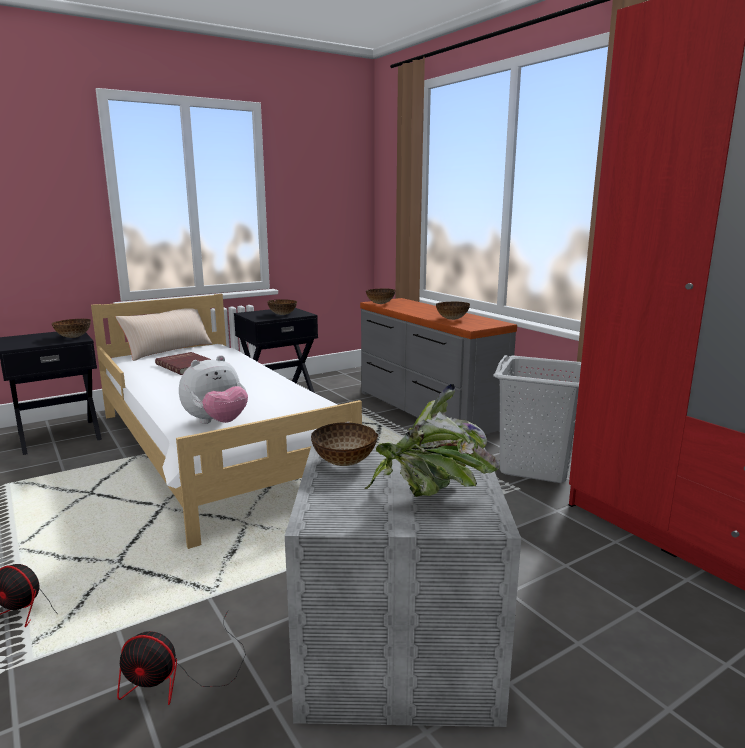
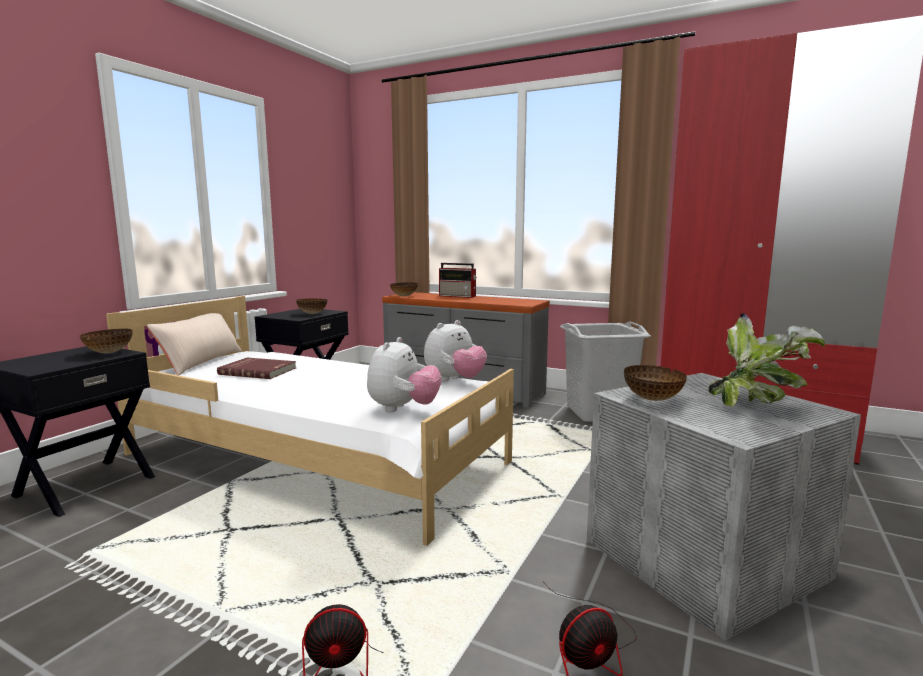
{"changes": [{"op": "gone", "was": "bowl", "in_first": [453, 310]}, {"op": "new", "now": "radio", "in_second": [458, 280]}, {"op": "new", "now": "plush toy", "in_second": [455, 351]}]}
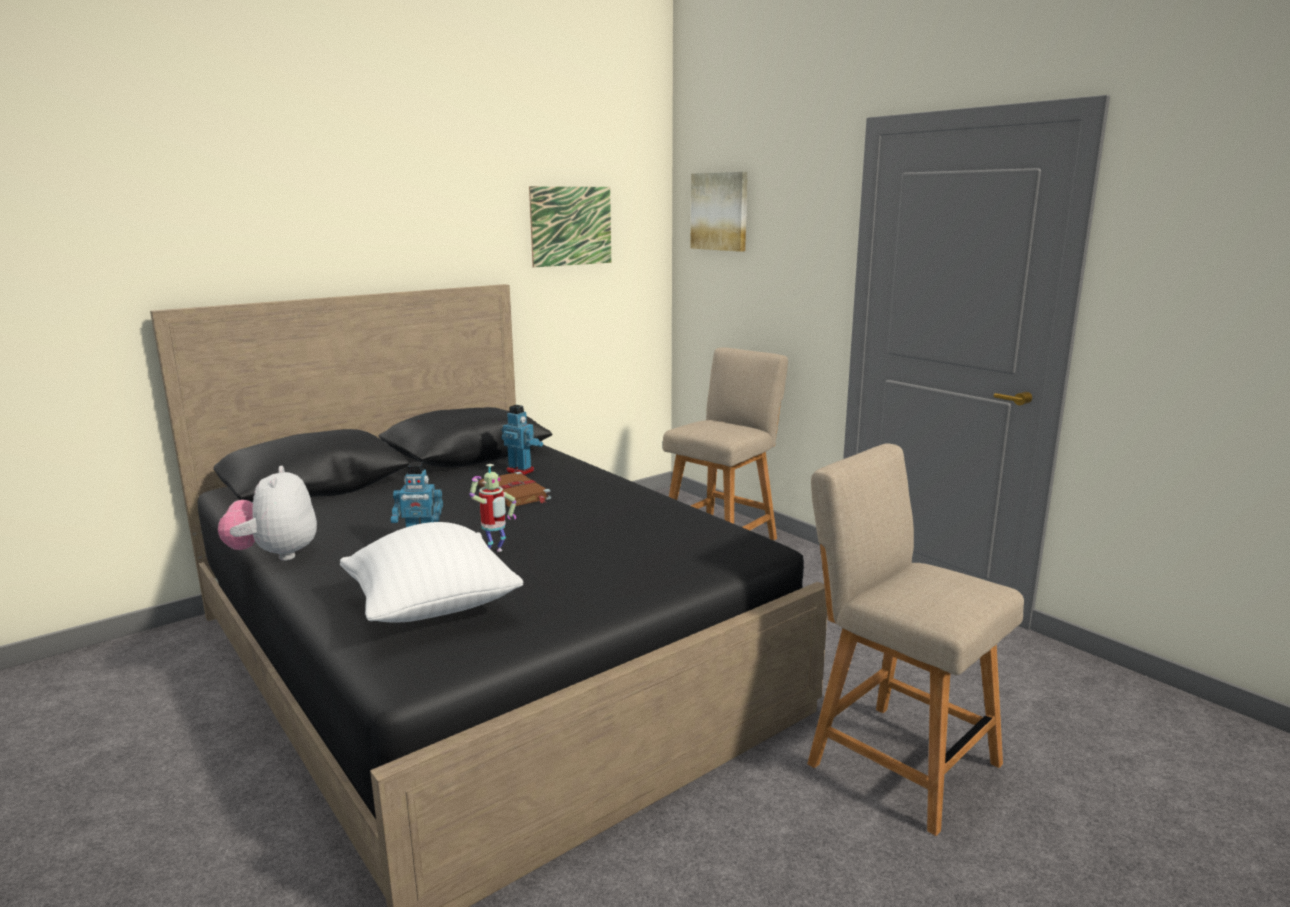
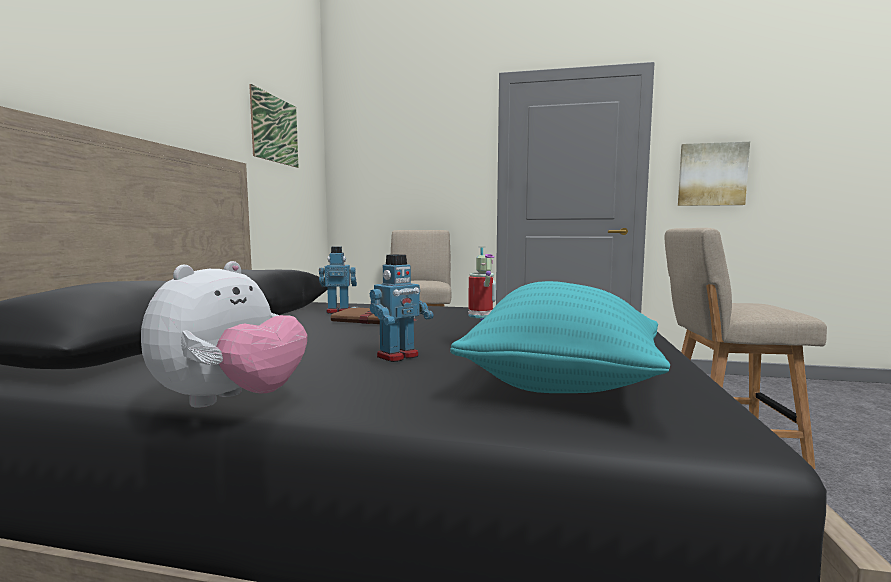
{"changes": [{"op": "shifted", "was": "picture", "in_first": [719, 212], "in_second": [714, 174]}, {"op": "rotated", "was": "plush toy", "in_first": [267, 513], "in_second": [224, 334], "clockwise": -105}, {"op": "repainted", "was": "white pillow", "now": "turquoise pillow", "in_first": [432, 572], "in_second": [560, 337]}]}
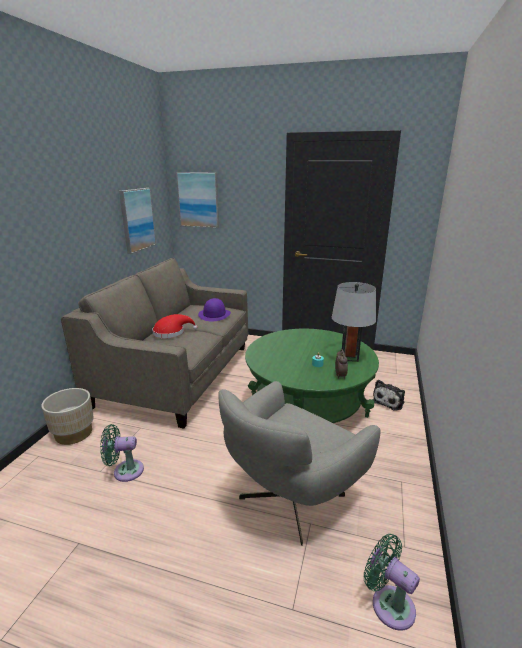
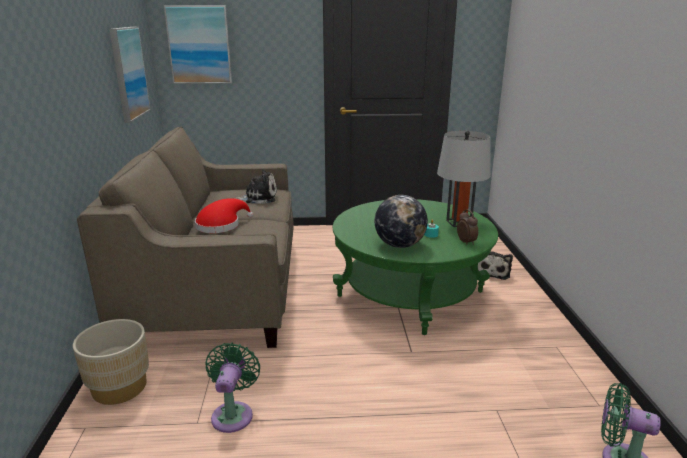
{"changes": [{"op": "swapped", "was": "purple hat", "now": "plush toy", "in_first": [214, 309], "in_second": [255, 187]}, {"op": "gone", "was": "grey armchair", "in_first": [299, 463]}, {"op": "rotated", "was": "green fan", "in_first": [122, 453], "in_second": [233, 387], "clockwise": 120}, {"op": "new", "now": "globe", "in_second": [401, 221]}]}
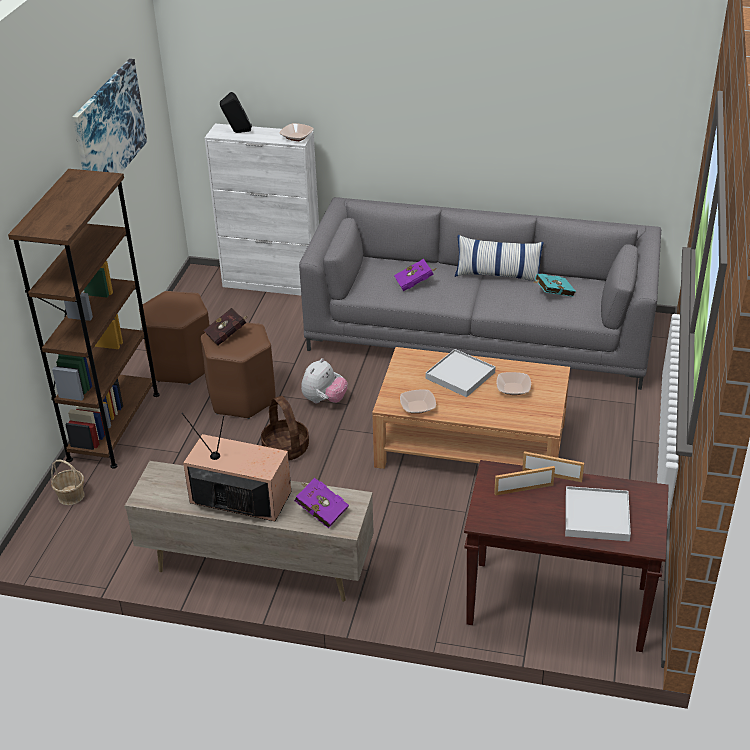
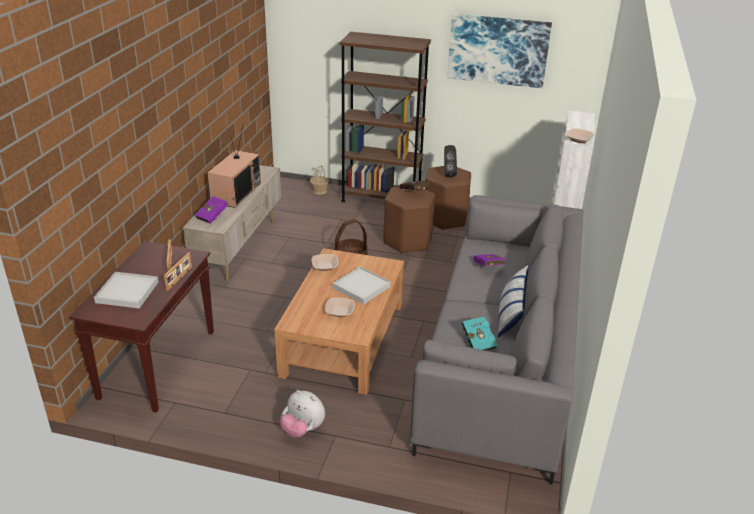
{"changes": [{"op": "shifted", "was": "black speaker", "in_first": [236, 112], "in_second": [450, 161]}, {"op": "shifted", "was": "plush toy", "in_first": [324, 380], "in_second": [302, 414]}]}
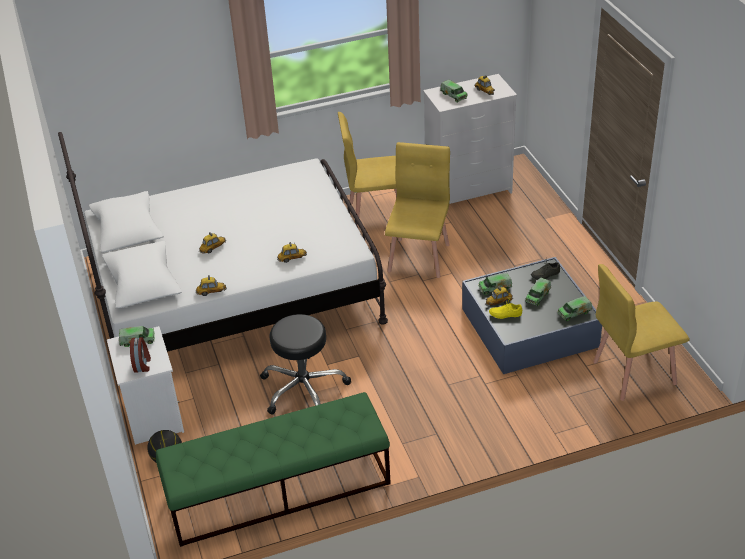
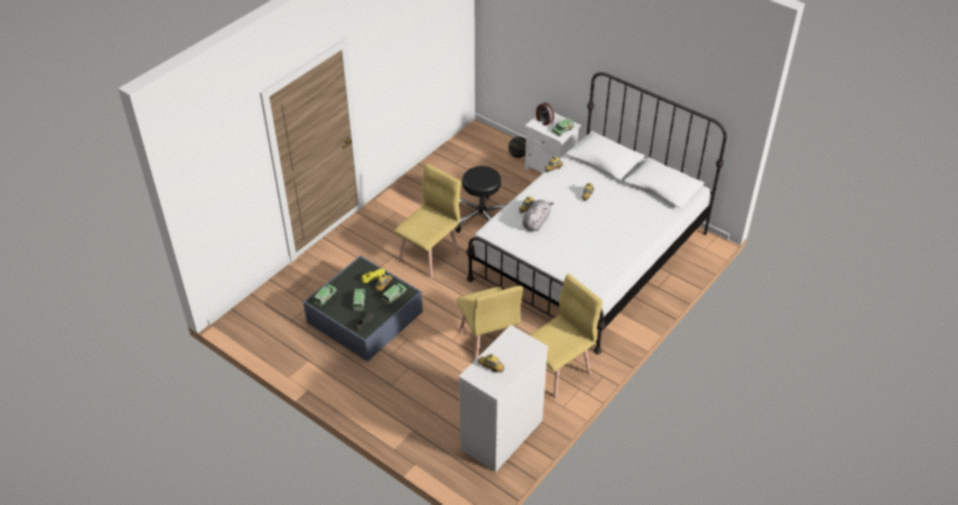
{"changes": [{"op": "gone", "was": "toy truck", "in_first": [454, 91]}, {"op": "shifted", "was": "yellow chair", "in_first": [641, 332], "in_second": [427, 221]}, {"op": "gone", "was": "green bench", "in_first": [273, 469]}, {"op": "new", "now": "grey plush toy", "in_second": [538, 215]}]}
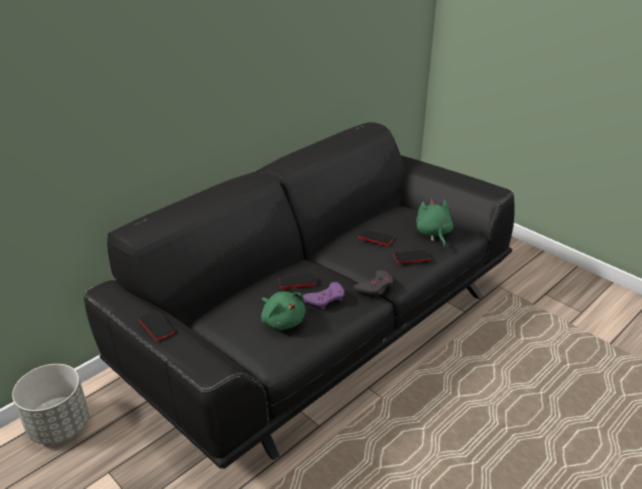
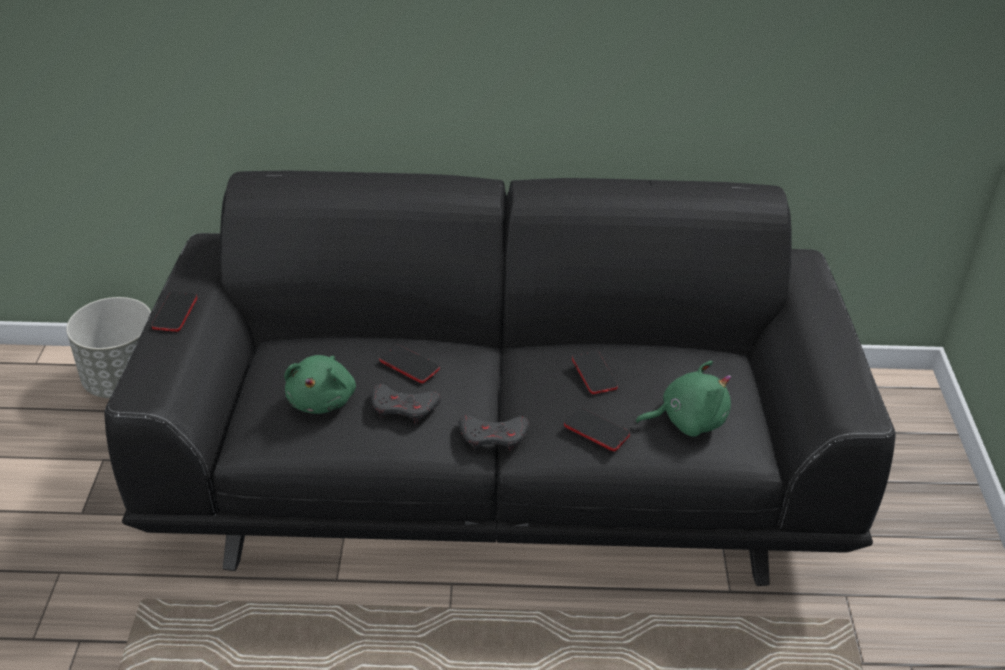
{"changes": [{"op": "rotated", "was": "green plush toy", "in_first": [434, 223], "in_second": [683, 399], "clockwise": 45}, {"op": "repainted", "was": "purple game controller", "now": "grey game controller", "in_first": [324, 296], "in_second": [406, 404]}]}
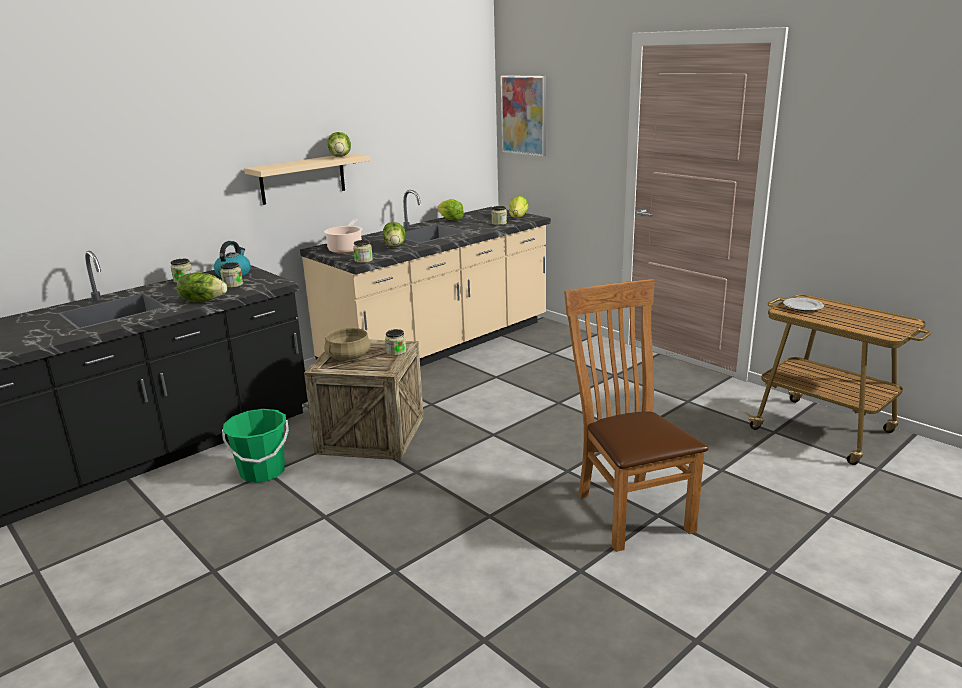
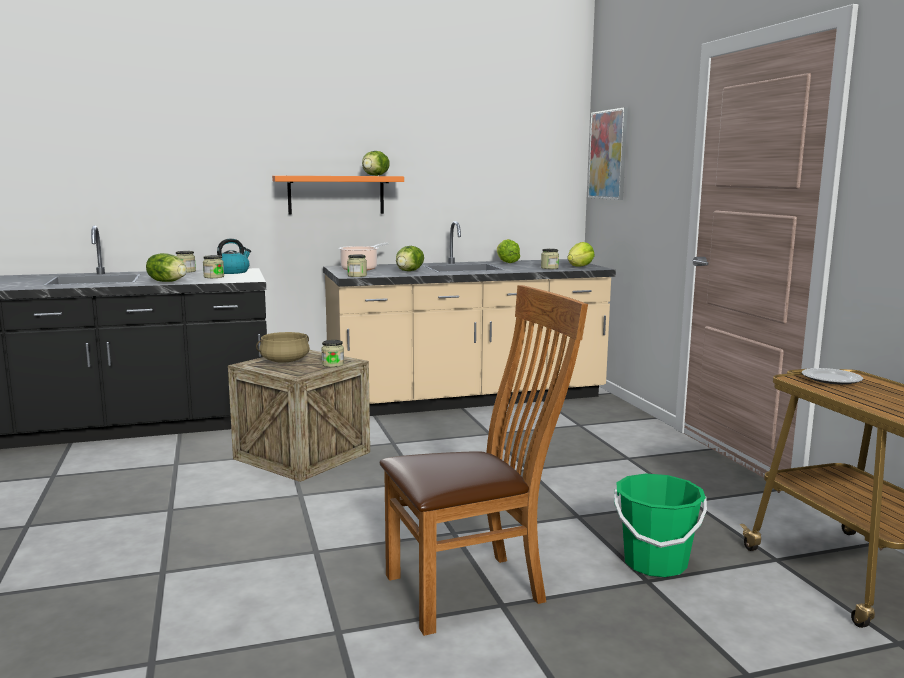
{"changes": [{"op": "repainted", "was": "beige shelf", "now": "orange shelf", "in_first": [307, 179], "in_second": [338, 195]}, {"op": "rotated", "was": "brown chair", "in_first": [636, 415], "in_second": [484, 460], "clockwise": 60}, {"op": "shifted", "was": "green bucket", "in_first": [255, 446], "in_second": [660, 525]}]}
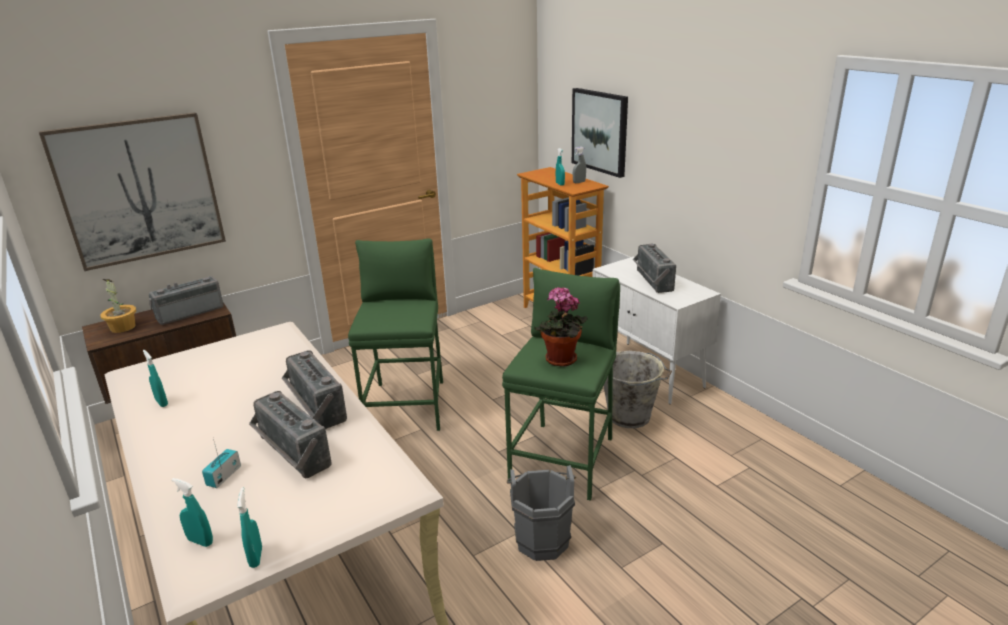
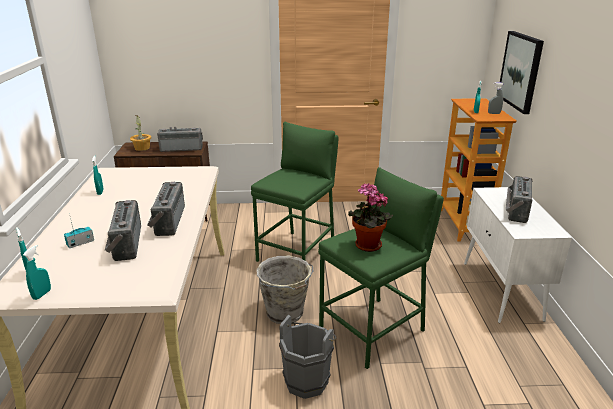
{"changes": [{"op": "gone", "was": "picture", "in_first": [132, 191]}, {"op": "shifted", "was": "grey bucket", "in_first": [638, 389], "in_second": [284, 290]}]}
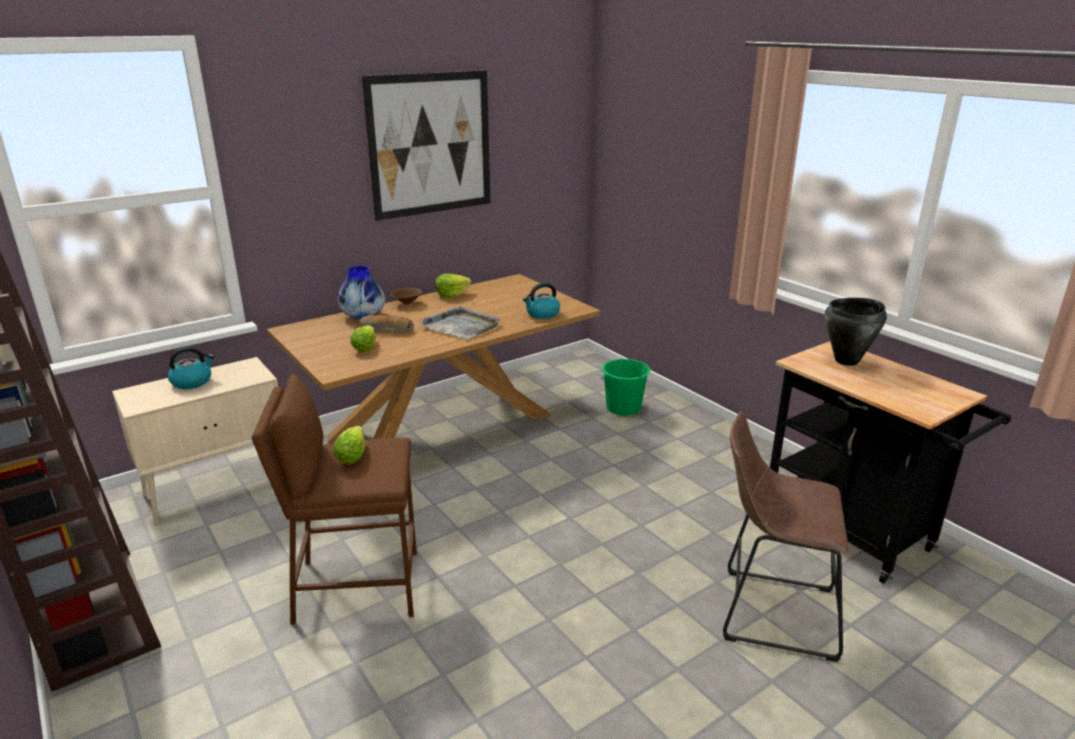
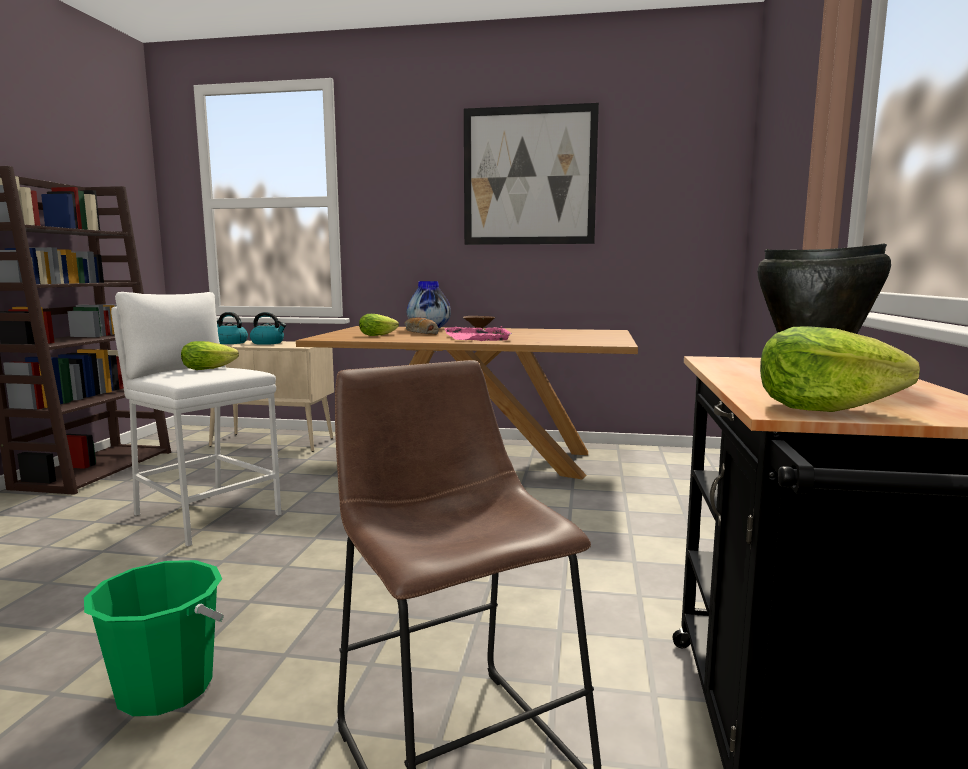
{"changes": [{"op": "shifted", "was": "lettuce", "in_first": [453, 286], "in_second": [840, 369]}, {"op": "shifted", "was": "kettle", "in_first": [541, 301], "in_second": [232, 328]}, {"op": "repainted", "was": "grey tray", "now": "pink tray", "in_first": [459, 322], "in_second": [478, 333]}, {"op": "shifted", "was": "green bucket", "in_first": [625, 387], "in_second": [154, 638]}, {"op": "repainted", "was": "brown stool", "now": "white stool", "in_first": [334, 499], "in_second": [196, 419]}]}
